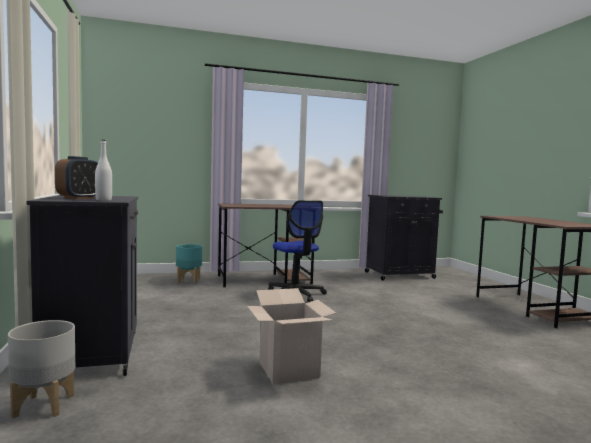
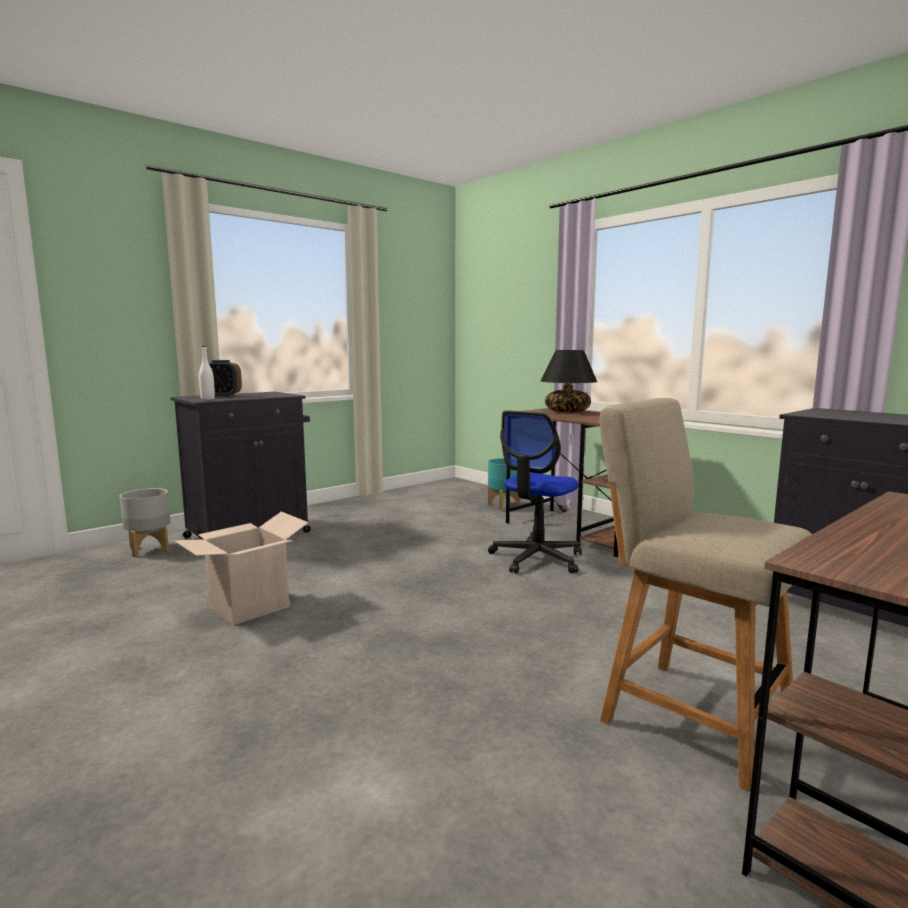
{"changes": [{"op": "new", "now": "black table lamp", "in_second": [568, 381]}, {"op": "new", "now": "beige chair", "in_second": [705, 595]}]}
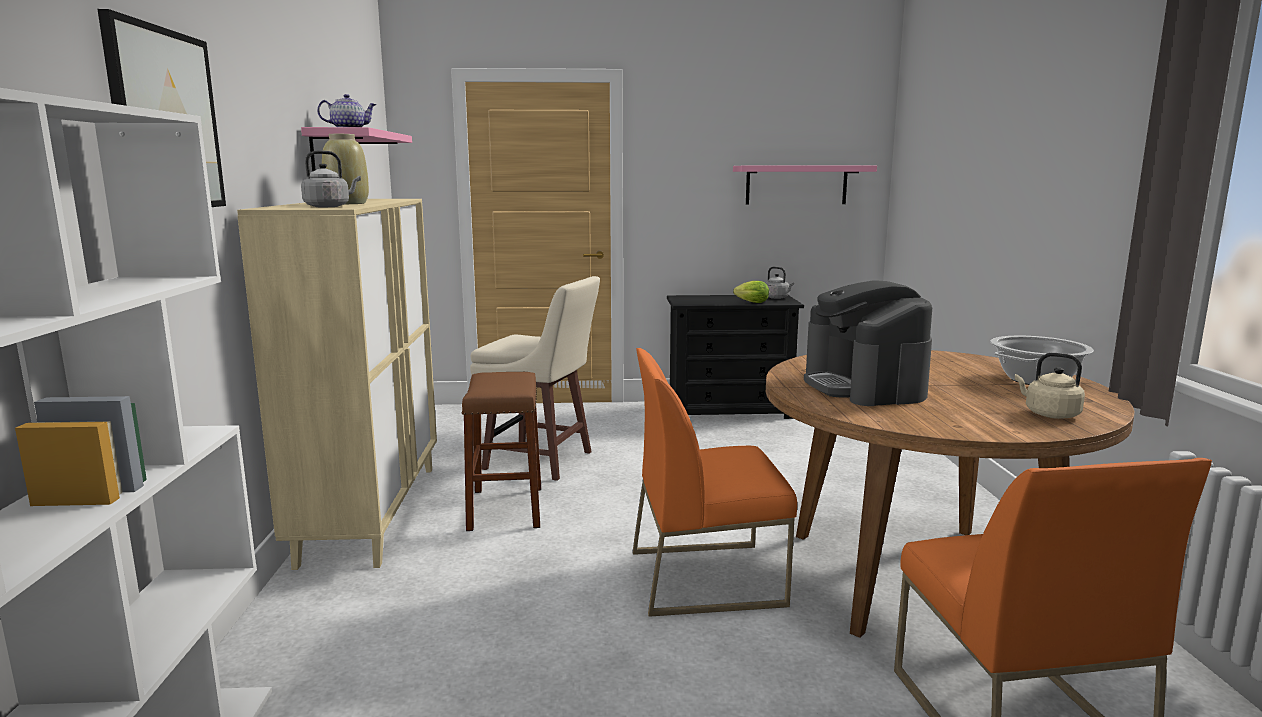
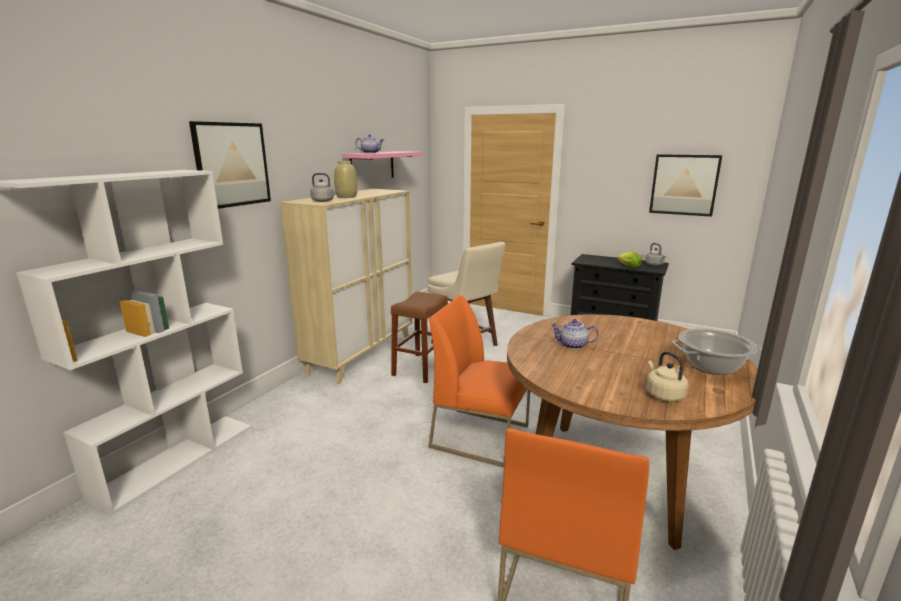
{"changes": [{"op": "swapped", "was": "pink shelf", "now": "picture", "in_first": [805, 185], "in_second": [685, 185]}, {"op": "swapped", "was": "coffee machine", "now": "teapot", "in_first": [868, 343], "in_second": [574, 334]}]}
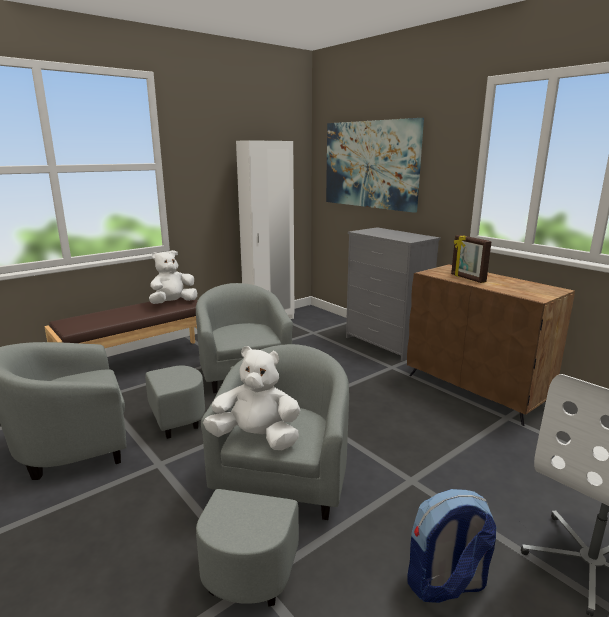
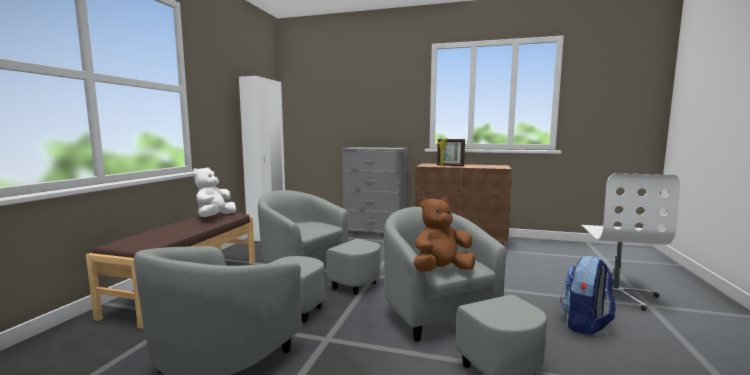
{"changes": [{"op": "gone", "was": "picture", "in_first": [375, 165]}, {"op": "repainted", "was": "white plush toy", "now": "brown plush toy", "in_first": [251, 398], "in_second": [444, 234]}]}
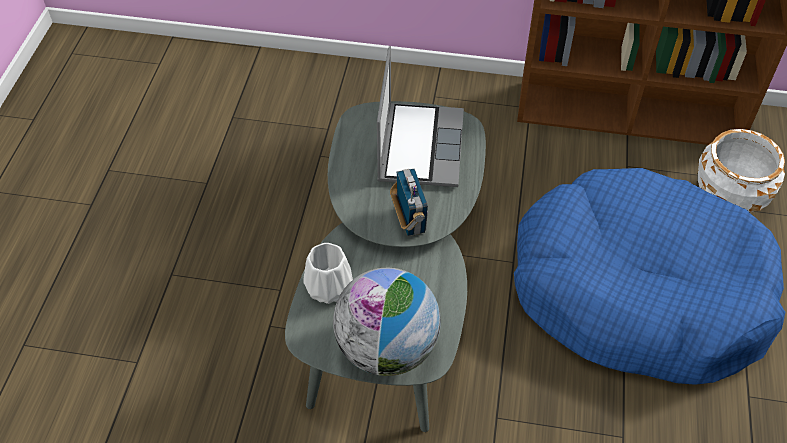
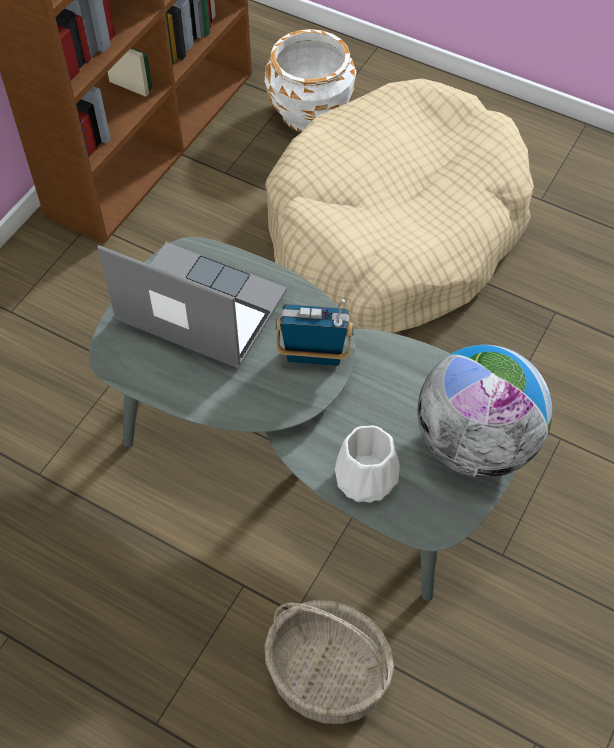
{"changes": [{"op": "repainted", "was": "blue dog bed", "now": "beige dog bed", "in_first": [649, 276], "in_second": [399, 205]}, {"op": "new", "now": "basket", "in_second": [329, 662]}]}
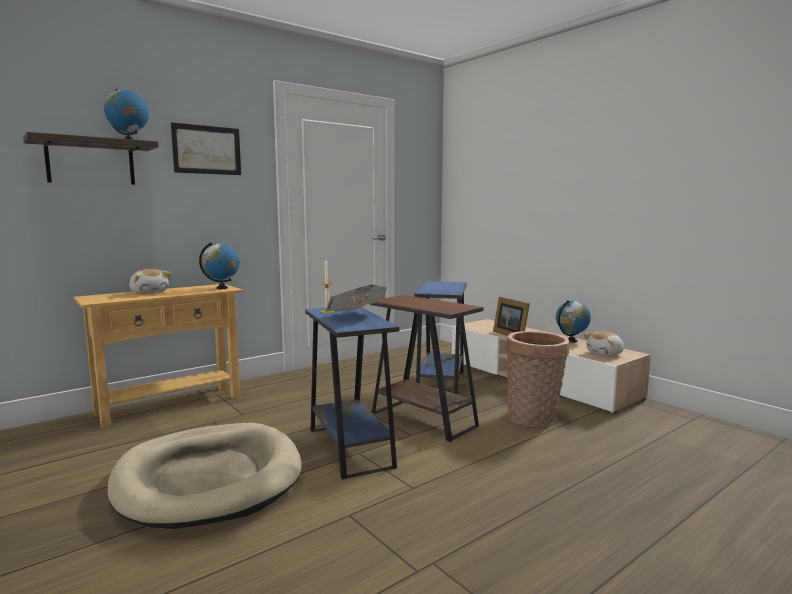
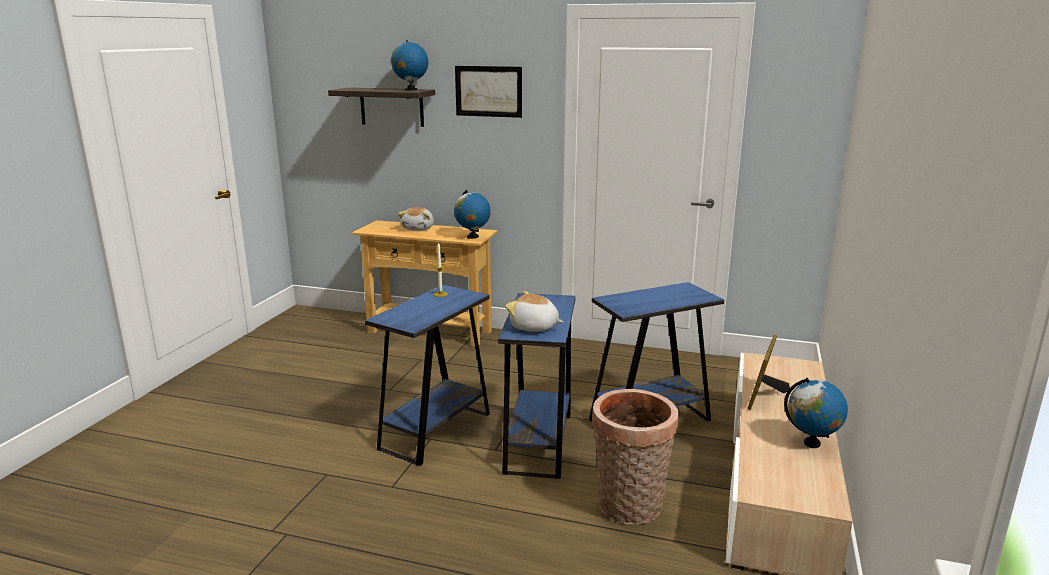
{"changes": [{"op": "gone", "was": "newspaper", "in_first": [357, 298]}, {"op": "repainted", "was": "brown side table", "now": "blue side table", "in_first": [426, 368], "in_second": [537, 386]}, {"op": "shifted", "was": "plush toy", "in_first": [603, 343], "in_second": [534, 311]}, {"op": "gone", "was": "beige dog bed", "in_first": [205, 476]}]}
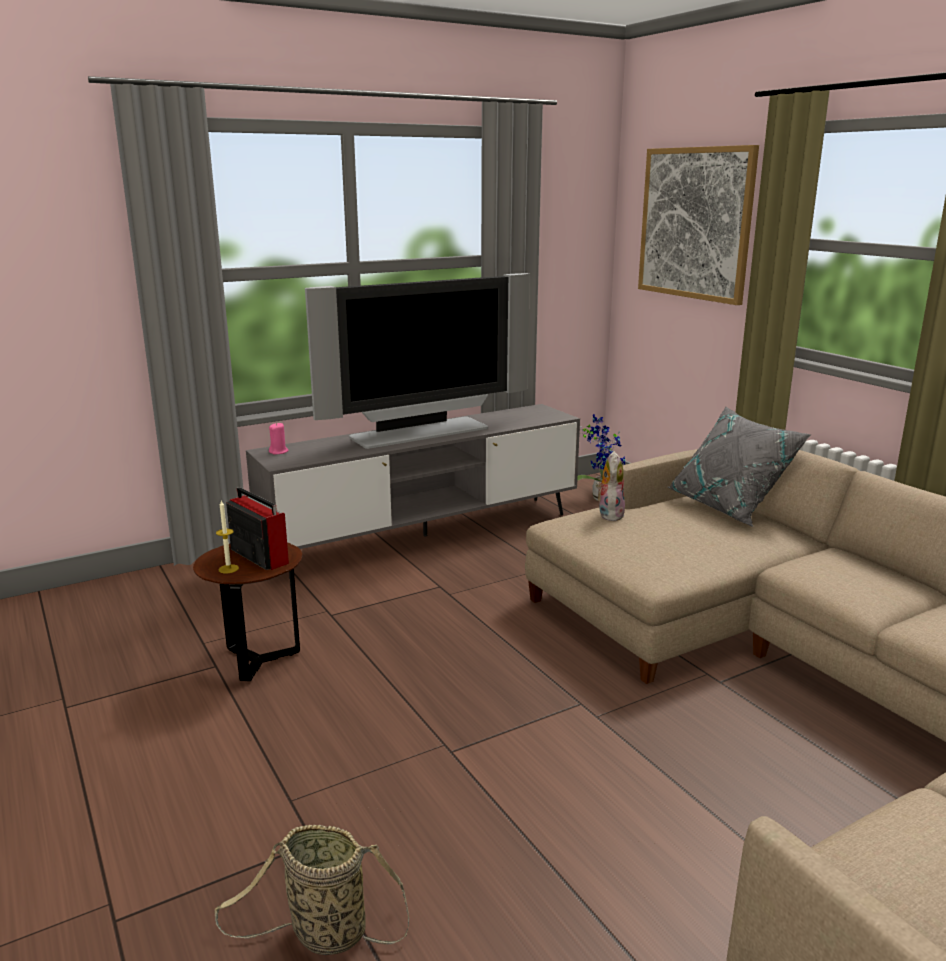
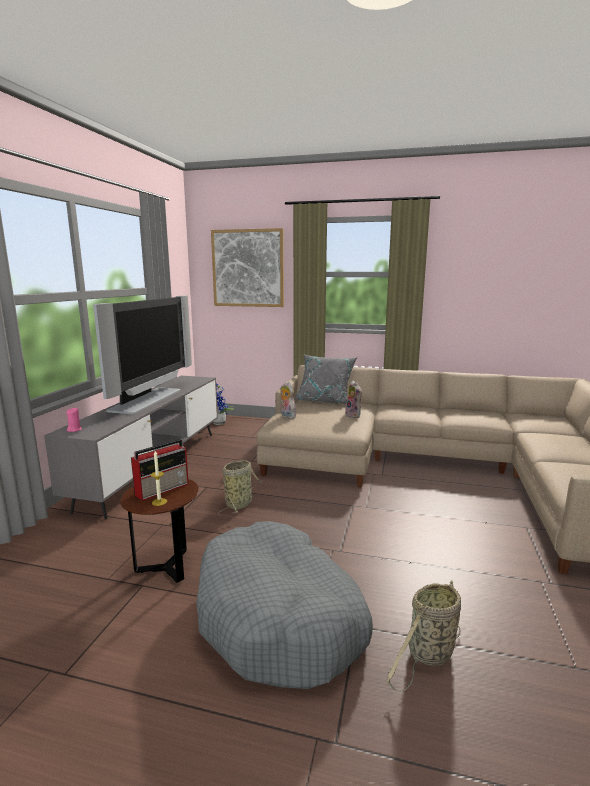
{"changes": [{"op": "rotated", "was": "radio", "in_first": [257, 528], "in_second": [160, 470], "clockwise": 135}, {"op": "new", "now": "plush toy", "in_second": [353, 399]}, {"op": "new", "now": "basket", "in_second": [240, 487]}, {"op": "new", "now": "grey dog bed", "in_second": [284, 605]}]}
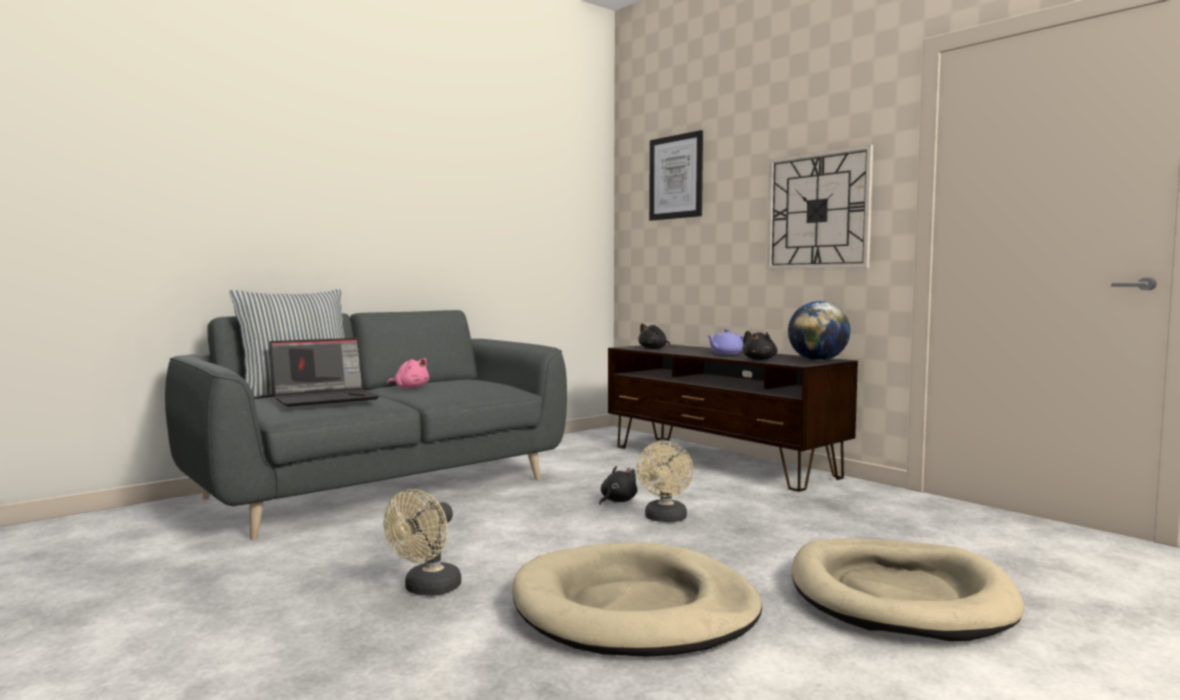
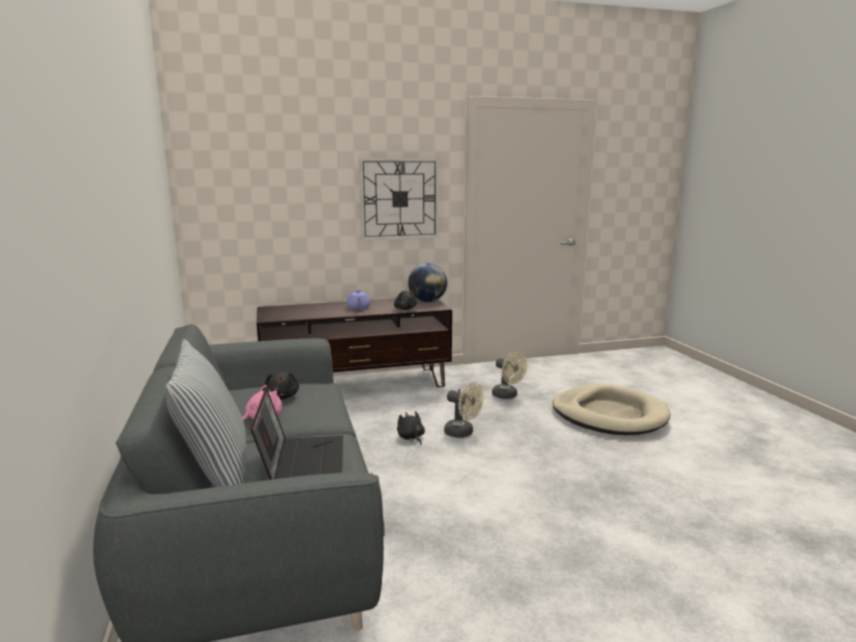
{"changes": [{"op": "gone", "was": "picture", "in_first": [676, 175]}, {"op": "shifted", "was": "black plush toy", "in_first": [654, 336], "in_second": [282, 386]}, {"op": "shifted", "was": "beige fan", "in_first": [422, 542], "in_second": [509, 375]}, {"op": "gone", "was": "beige dog bed", "in_first": [637, 599]}]}
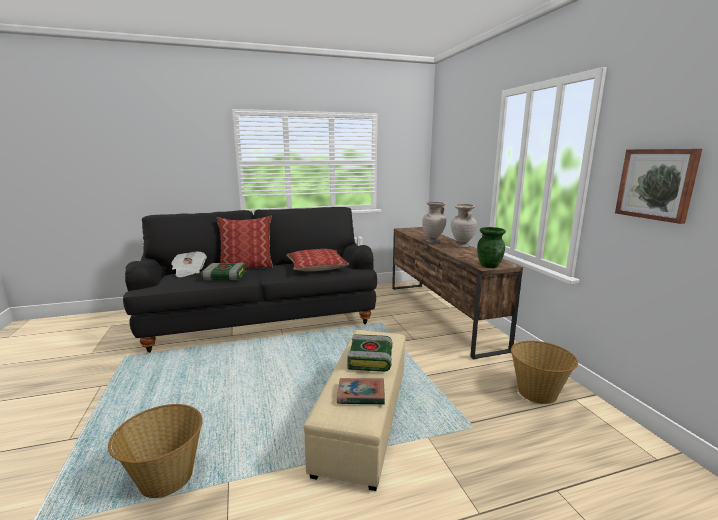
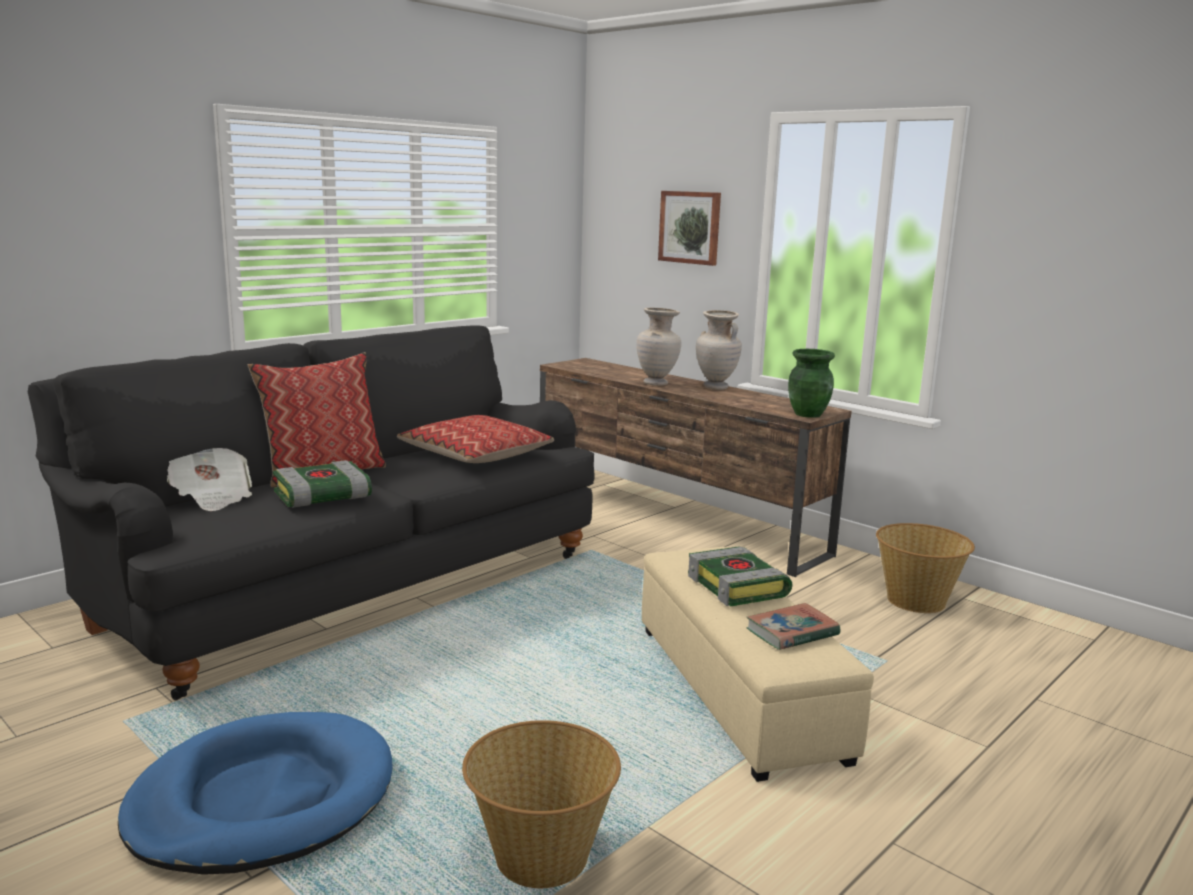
{"changes": [{"op": "shifted", "was": "picture", "in_first": [658, 186], "in_second": [689, 228]}, {"op": "new", "now": "blue dog bed", "in_second": [255, 793]}]}
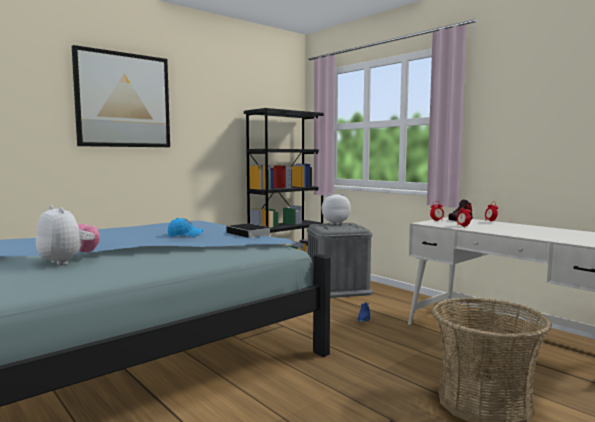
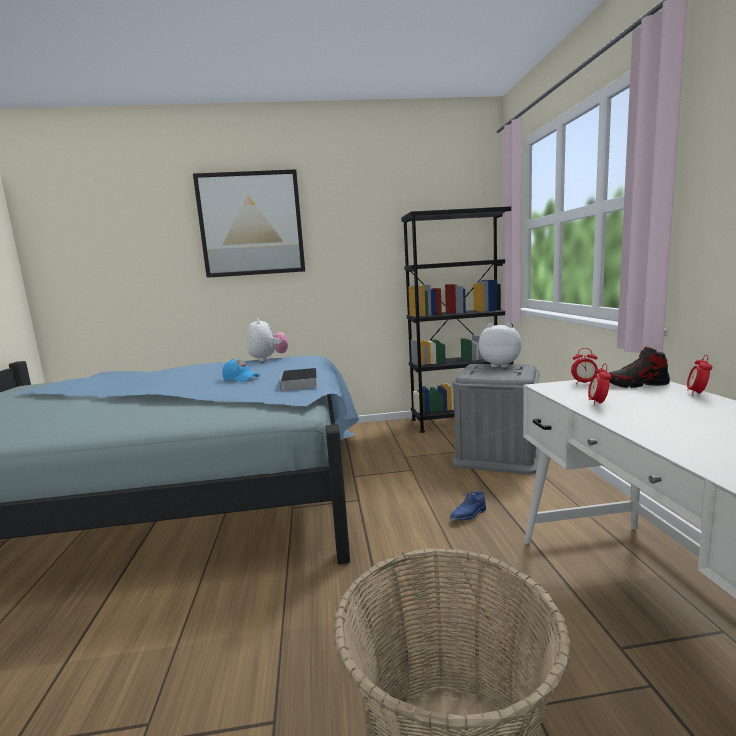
{"changes": [{"op": "shifted", "was": "plush toy", "in_first": [68, 235], "in_second": [267, 340]}]}
